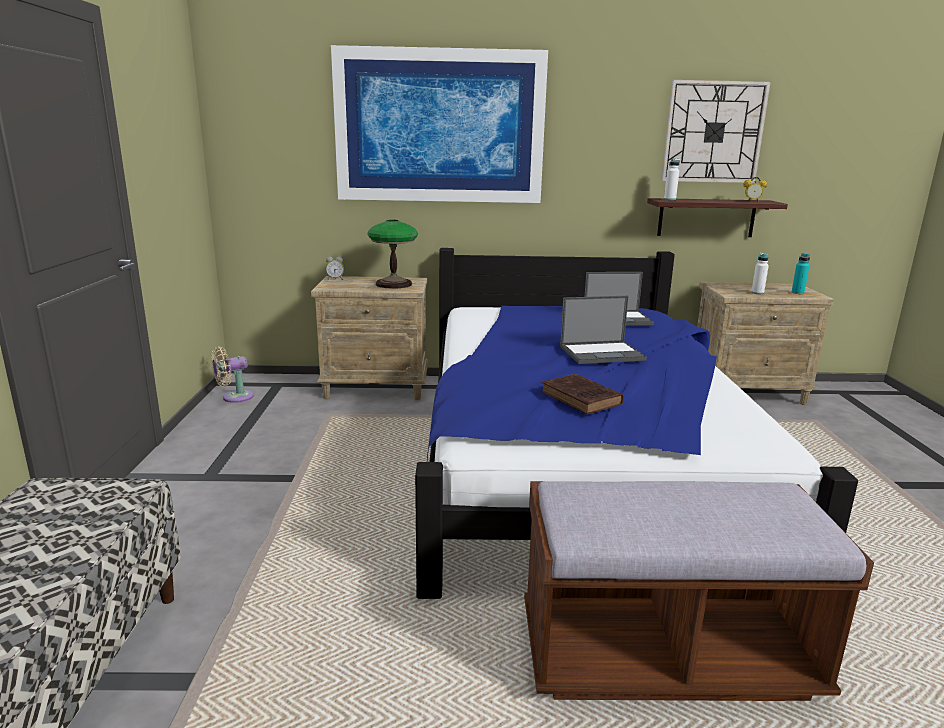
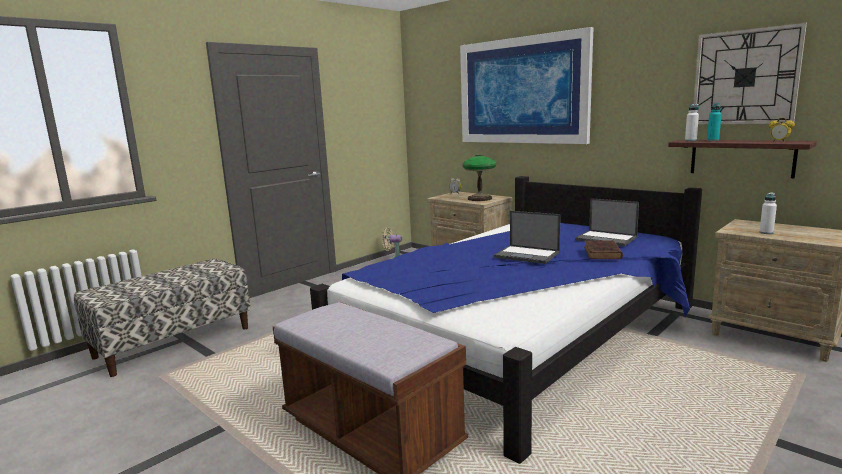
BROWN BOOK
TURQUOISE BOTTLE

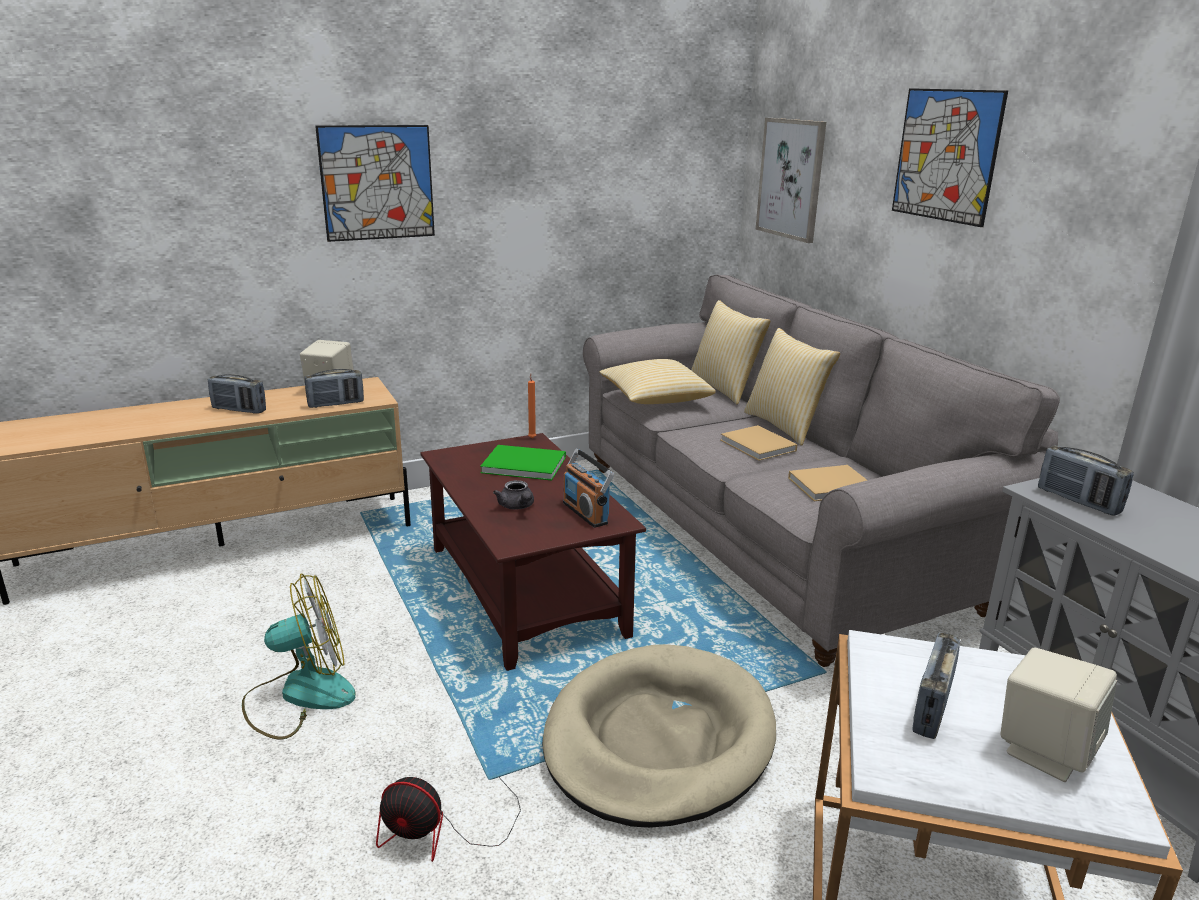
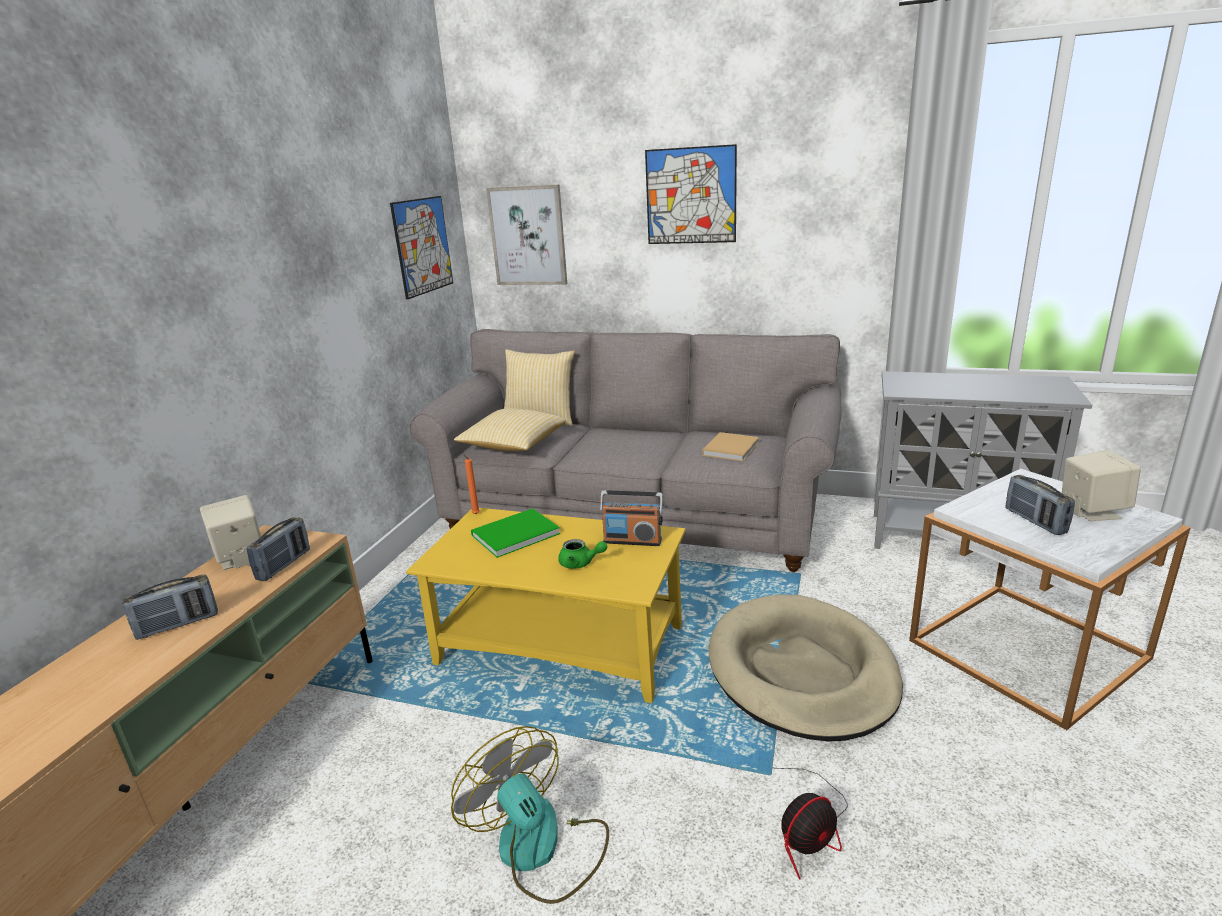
FAN (1st from left)
PICTURE (1st from left)
YELLOW COFFEE TABLE
GREEN TEAPOT
BEIGE BOOK (1st from left in the first image)
PILLOW (3rd from left in the first image)
RADIO (5th from left in the first image)

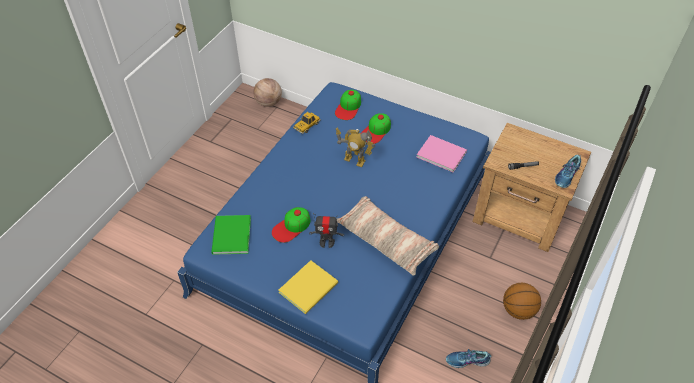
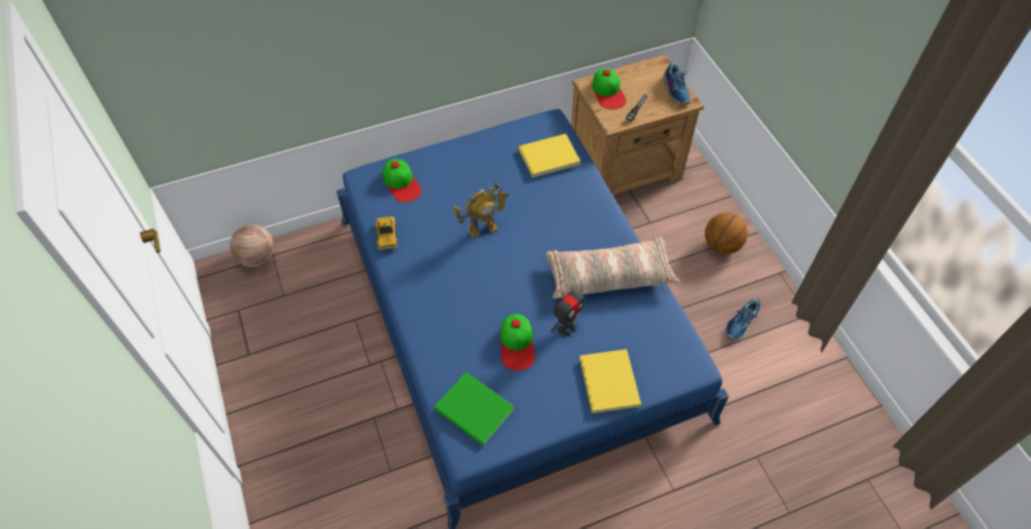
CAP (3rd from left)
YELLOW BOOK (1st from left)

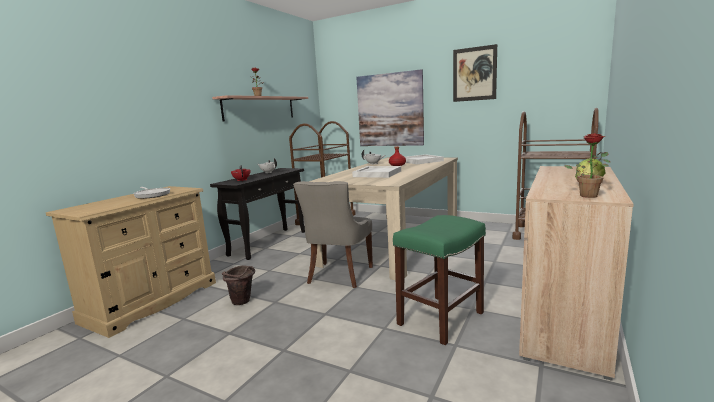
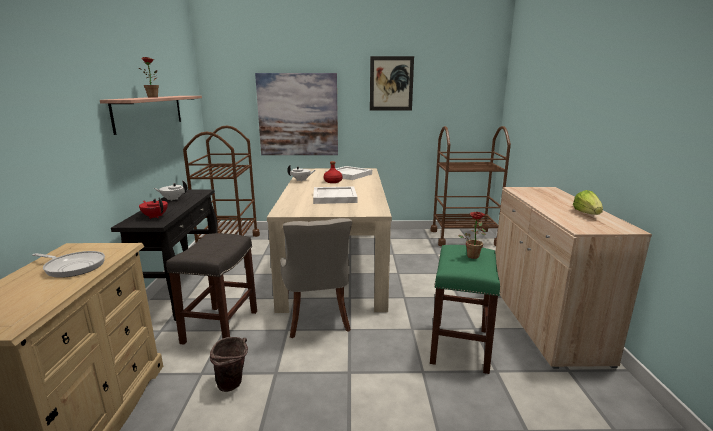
POTTED PLANT (2nd from left)
GREY STOOL

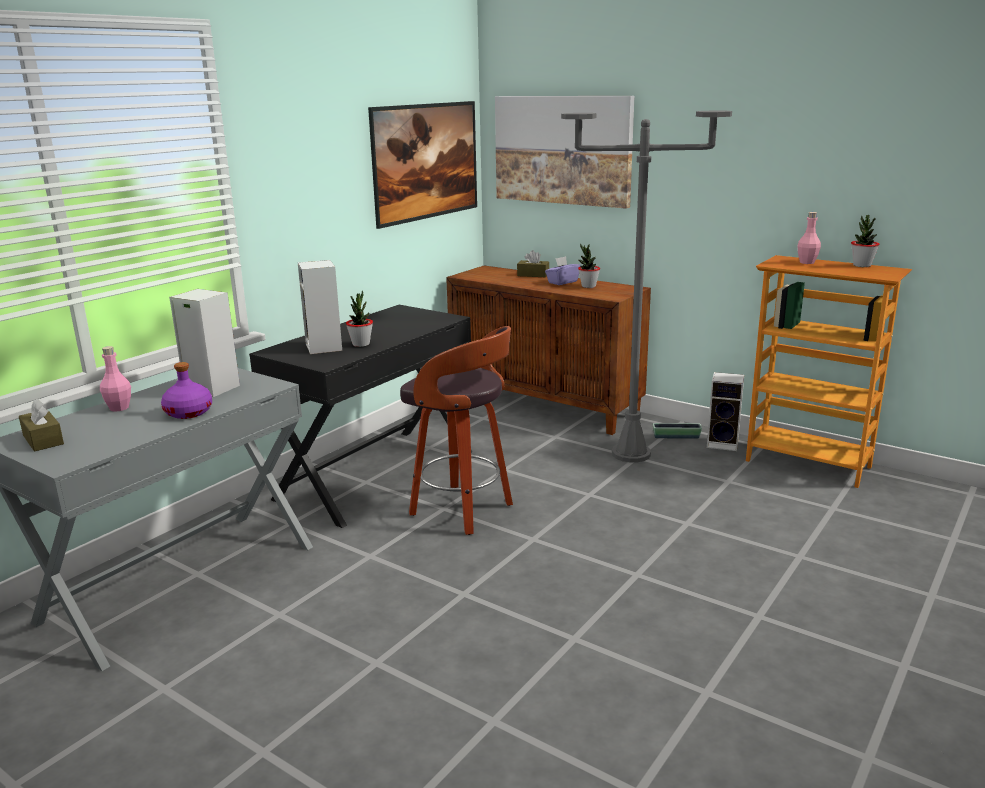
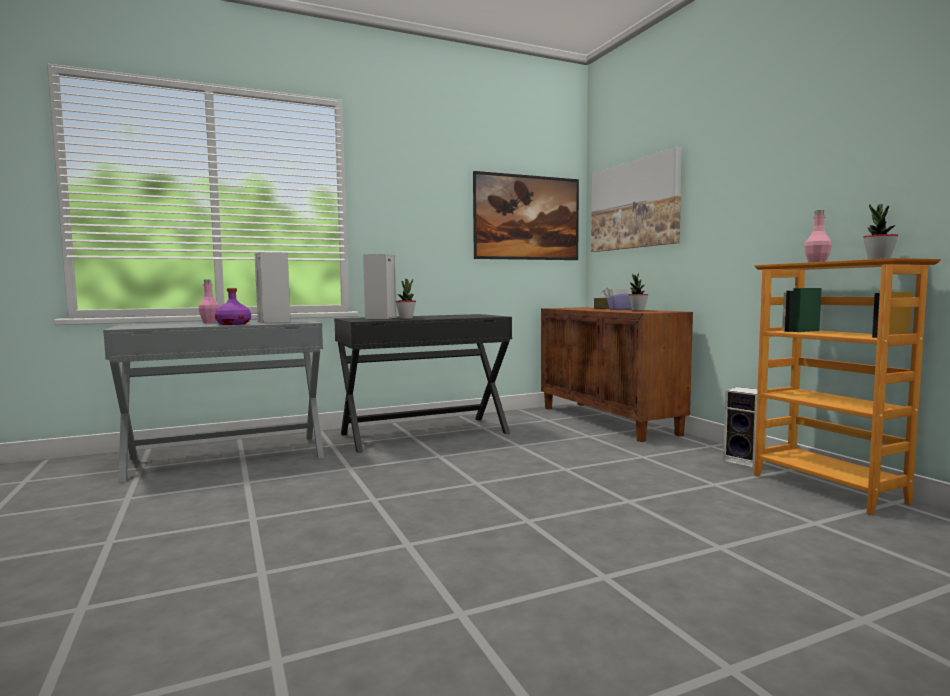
BROWN TISSUE BOX (1st from left in the first image)
STOOL
GREY FLOOR LAMP
PLANTER

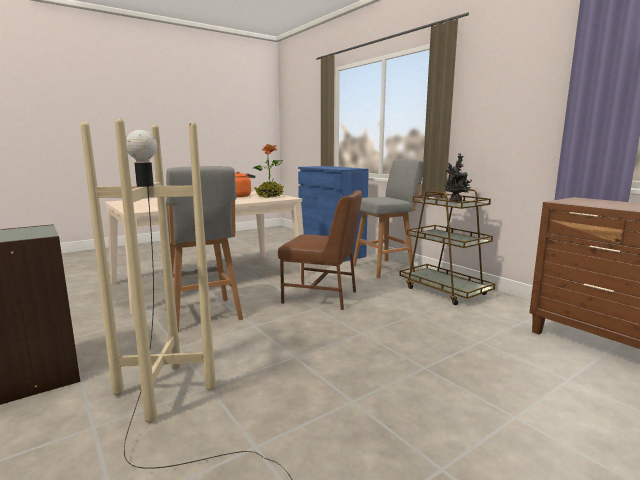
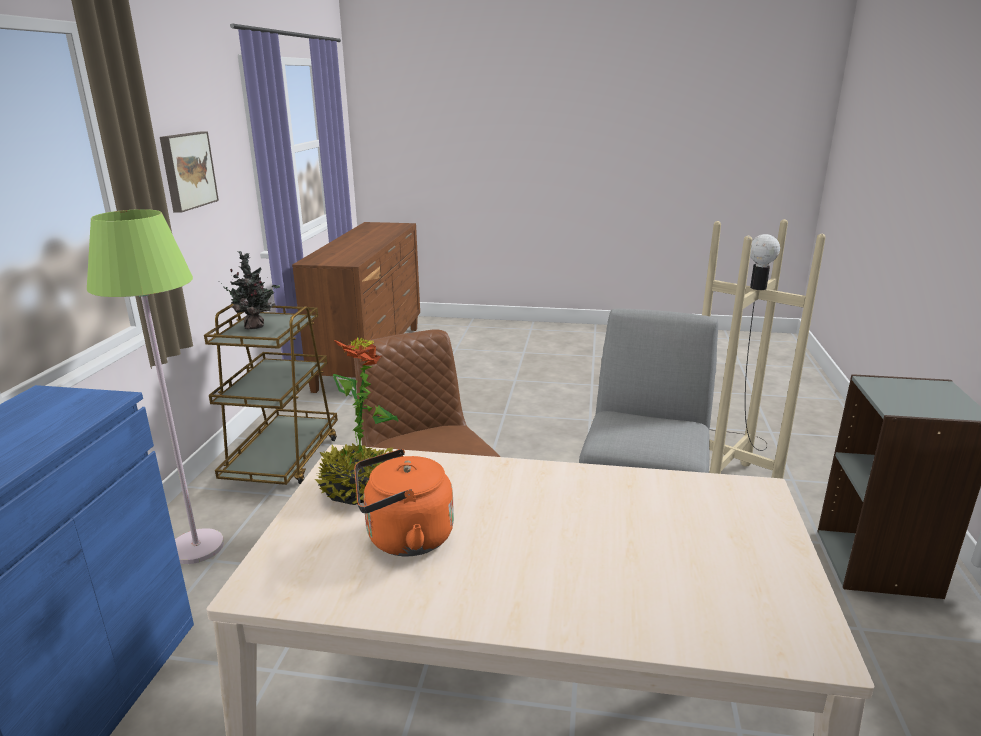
GREEN FLOOR LAMP
PICTURE

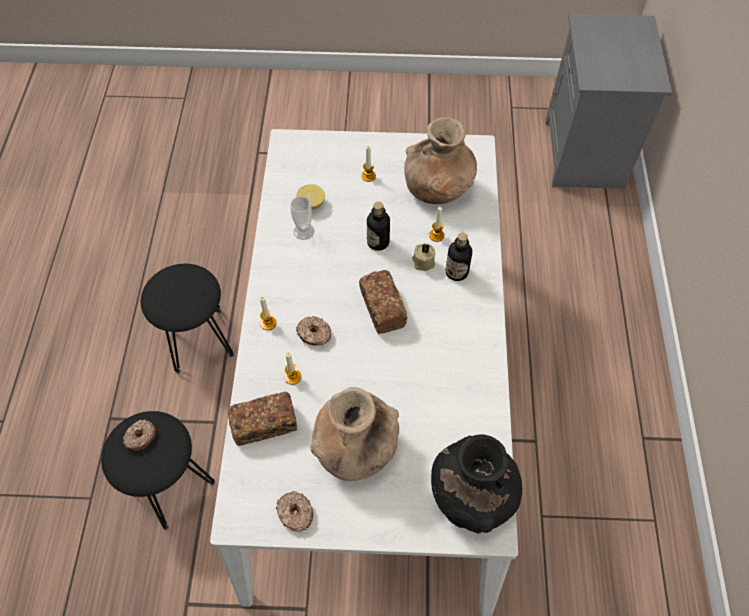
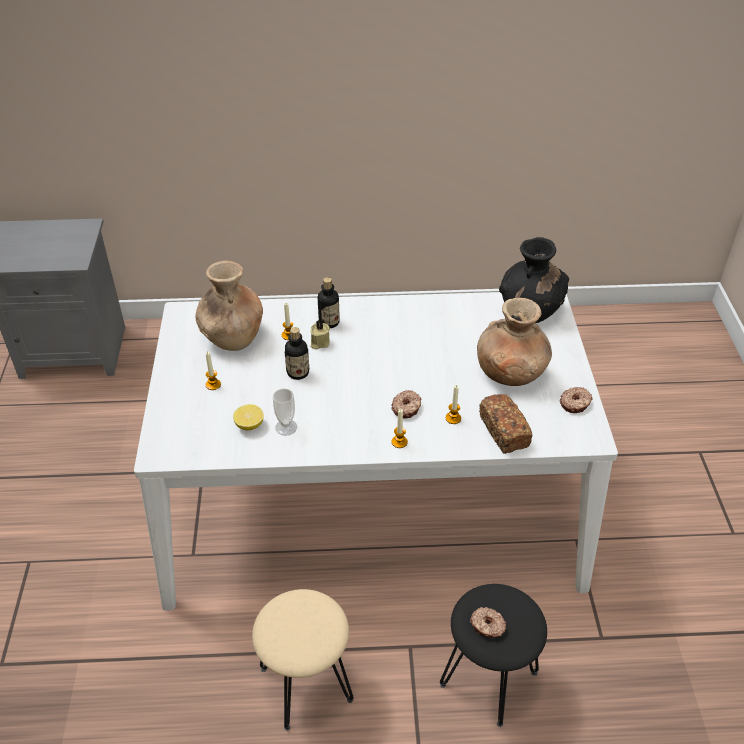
BEIGE STOOL
BREAD (2nd from left in the first image)

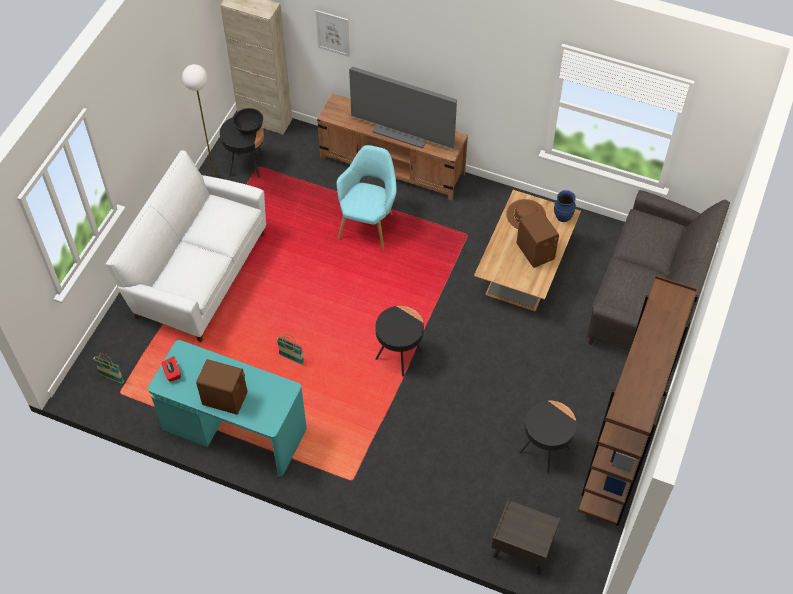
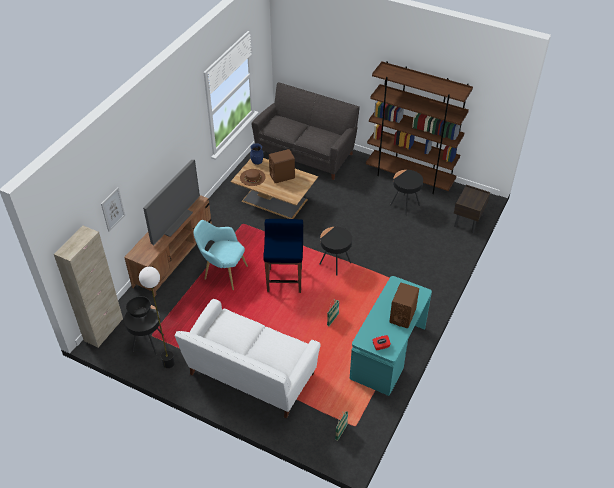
BLUE STOOL

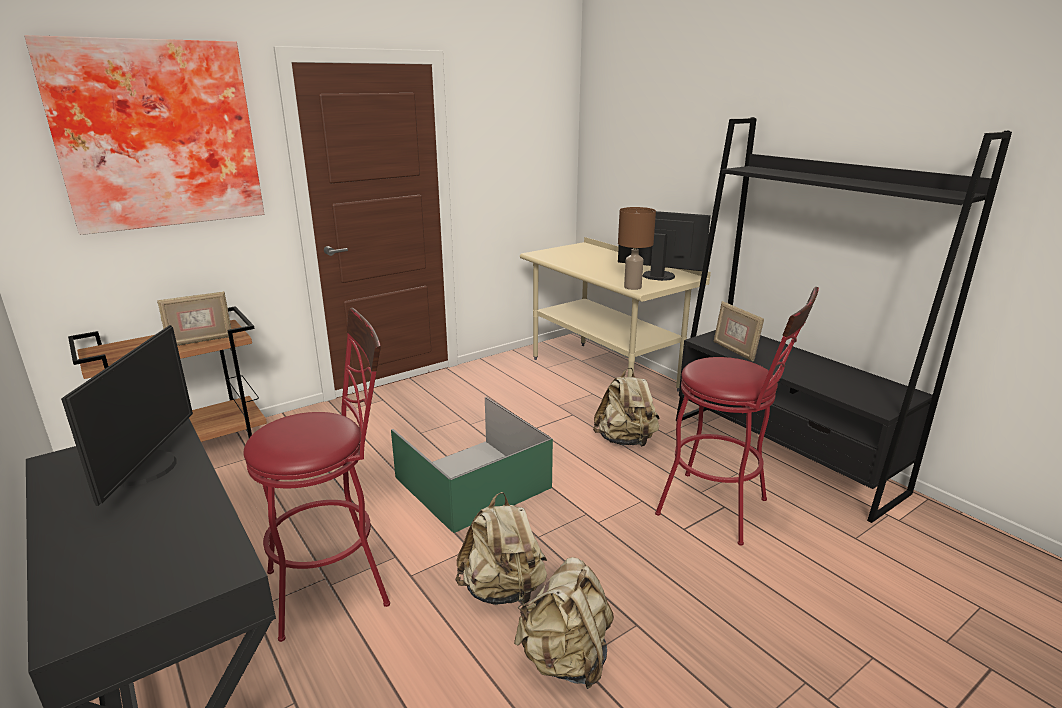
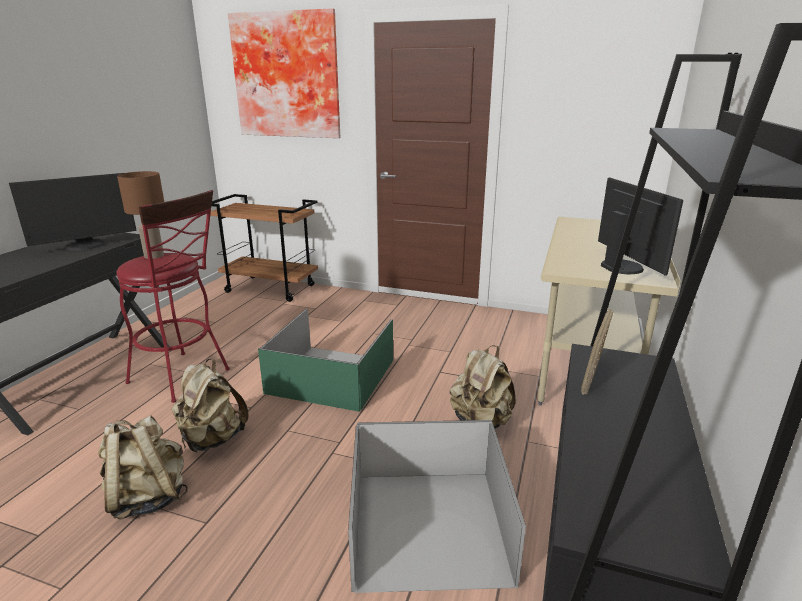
PICTURE FRAME (1st from left in the first image)
BROWN TABLE LAMP
BLACK STORAGE BOX

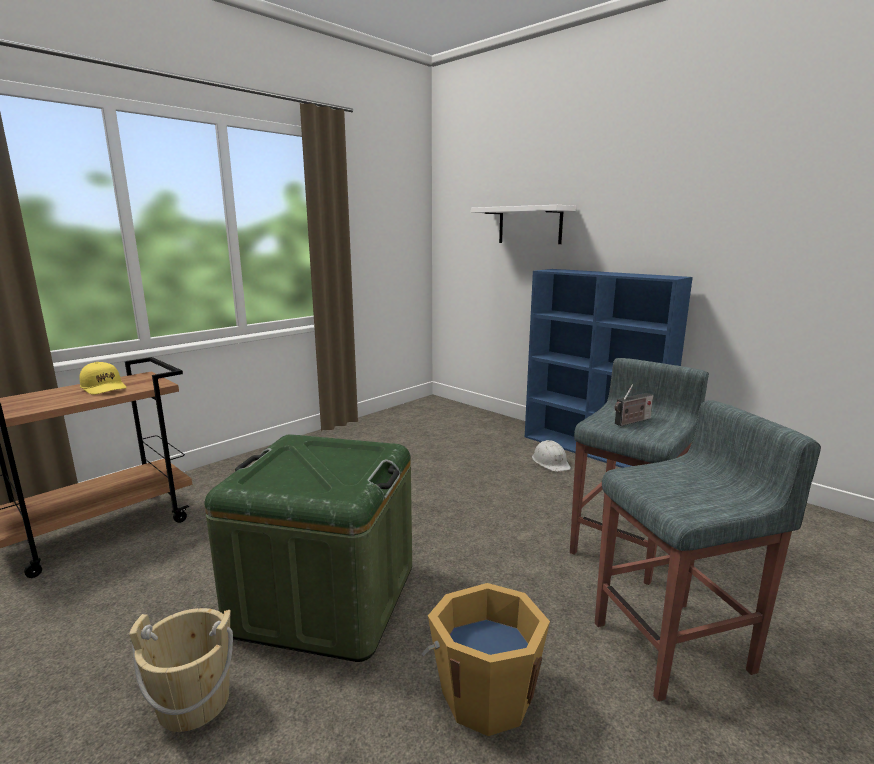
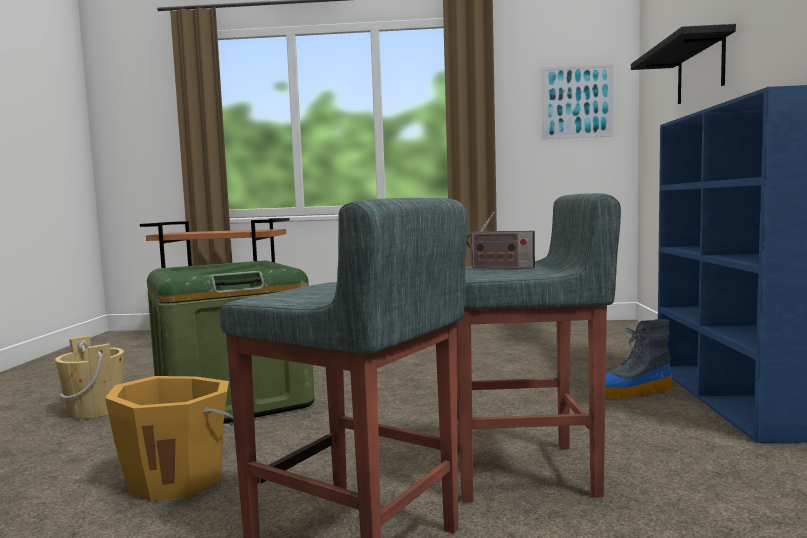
YELLOW CAP
BLACK SHELF
BOOT
PICTURE

